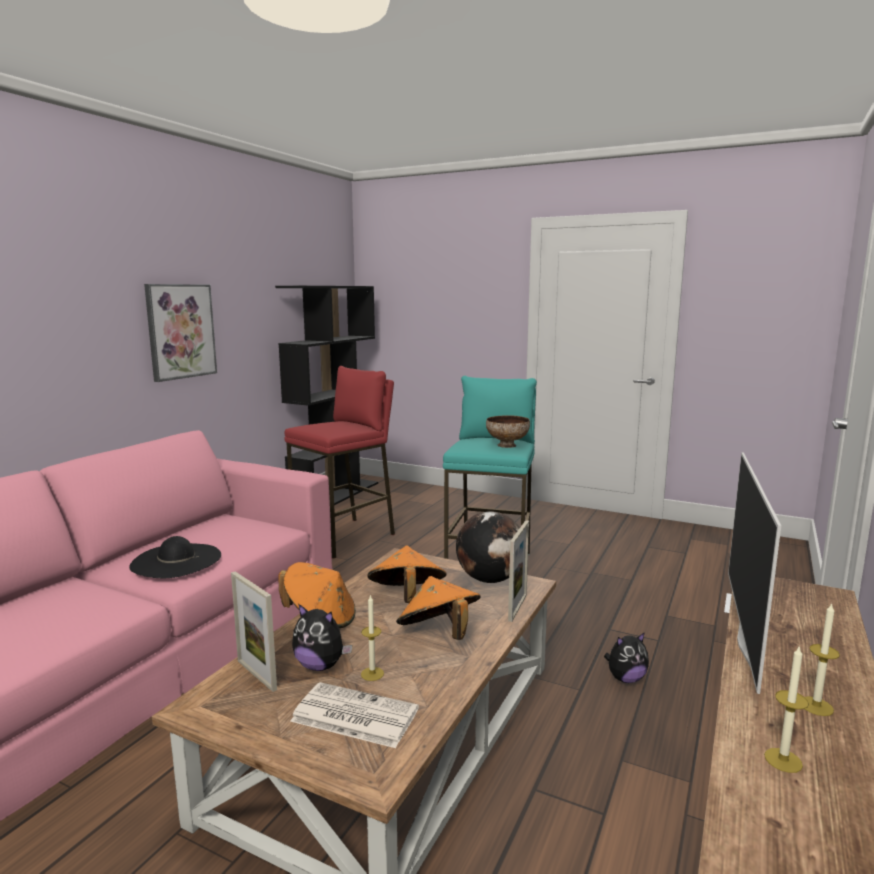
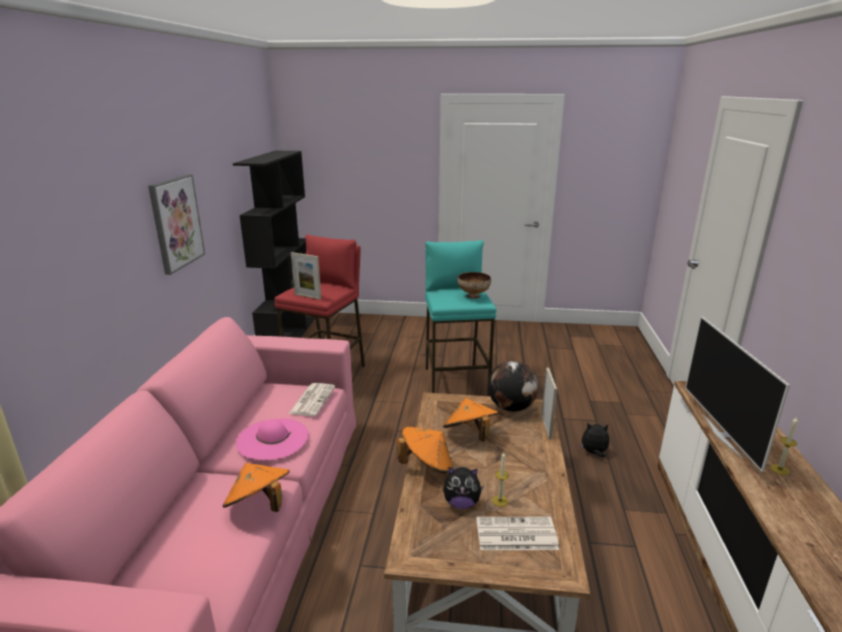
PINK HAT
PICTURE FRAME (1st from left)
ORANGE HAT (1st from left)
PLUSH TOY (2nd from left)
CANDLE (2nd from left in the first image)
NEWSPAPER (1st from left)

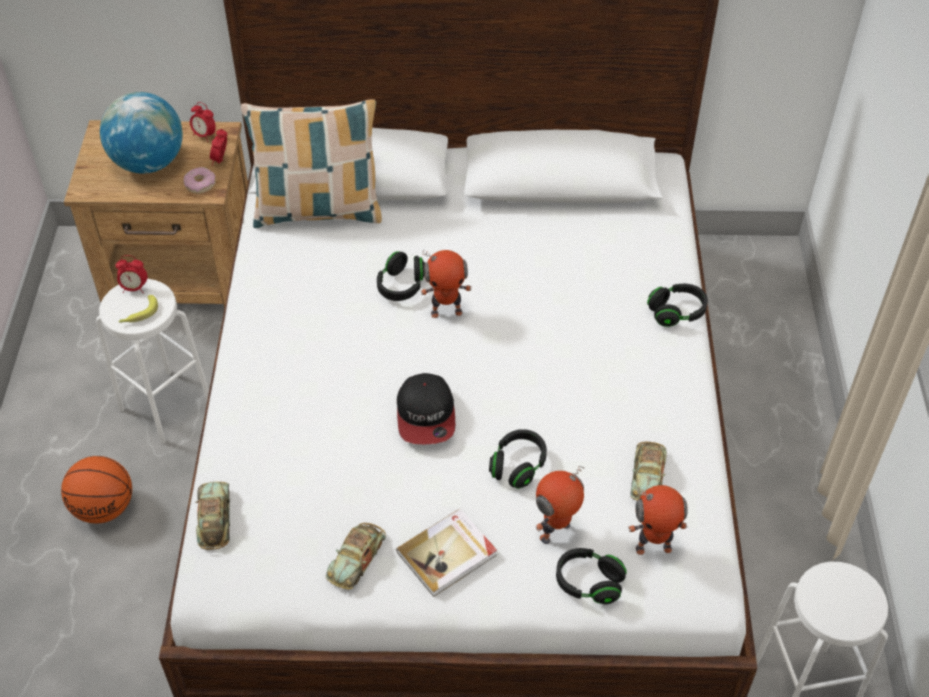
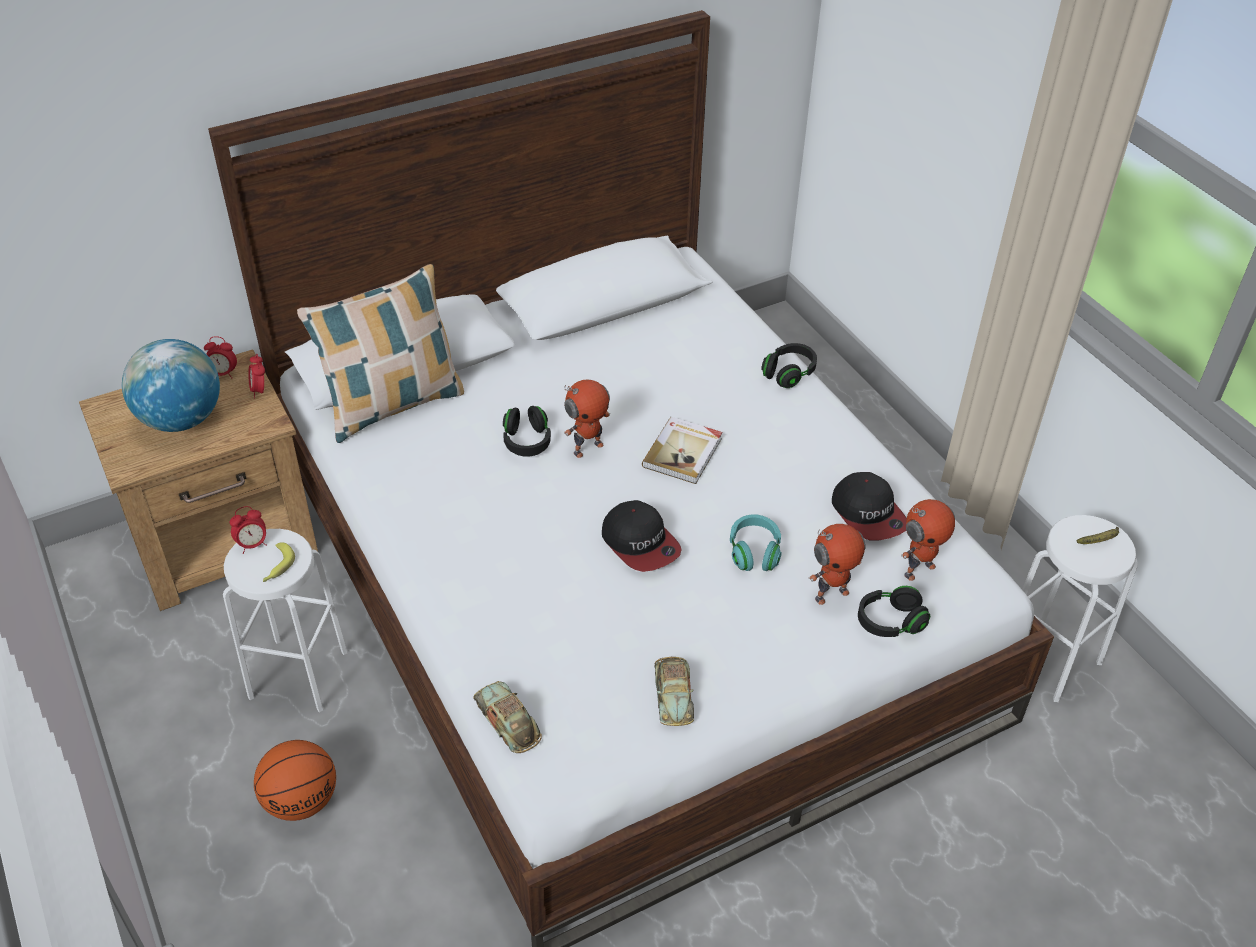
DONUT
BOOK
TURQUOISE HEADPHONES
TOY ROBOT (2nd from left)
CAP (2nd from left)
BANANA (2nd from left)

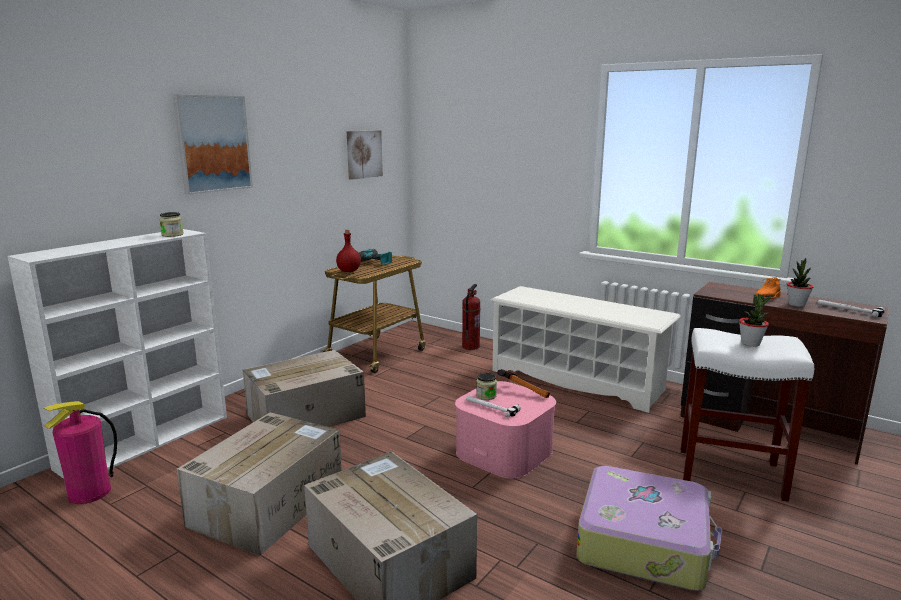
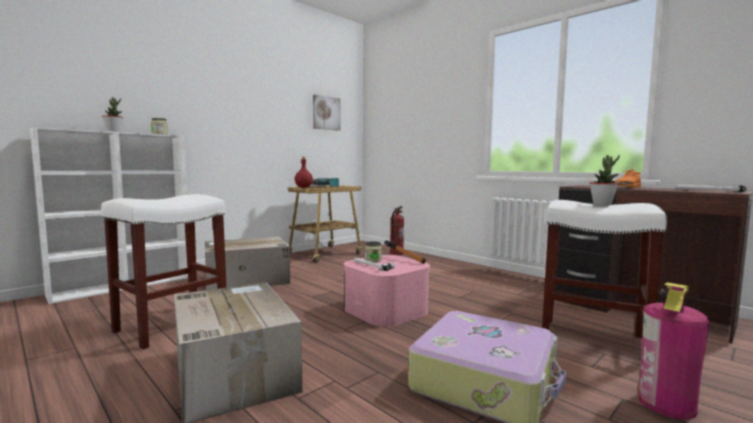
FIRE EXTINGUISHER (2nd from left)
PICTURE (1st from left in the first image)
WHITE STOOL (1st from left)
WHITE SHOE RACK
POTTED PLANT (1st from left)

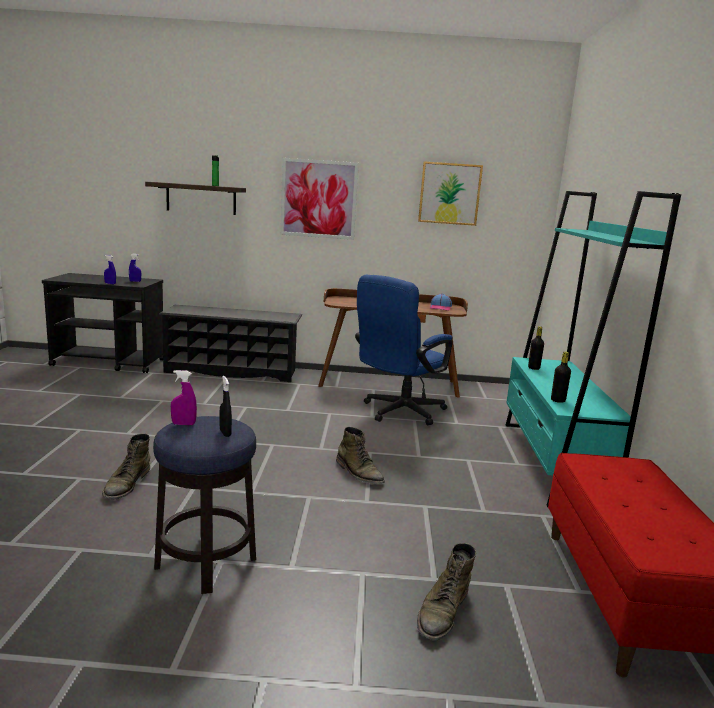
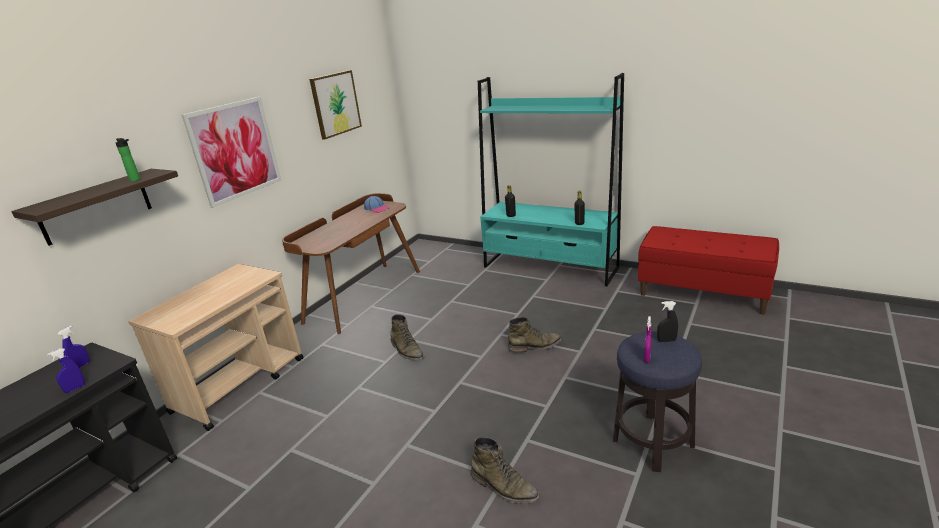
BEIGE CART
BLUE OFFICE CHAIR
GREEN BOOT (1st from left)

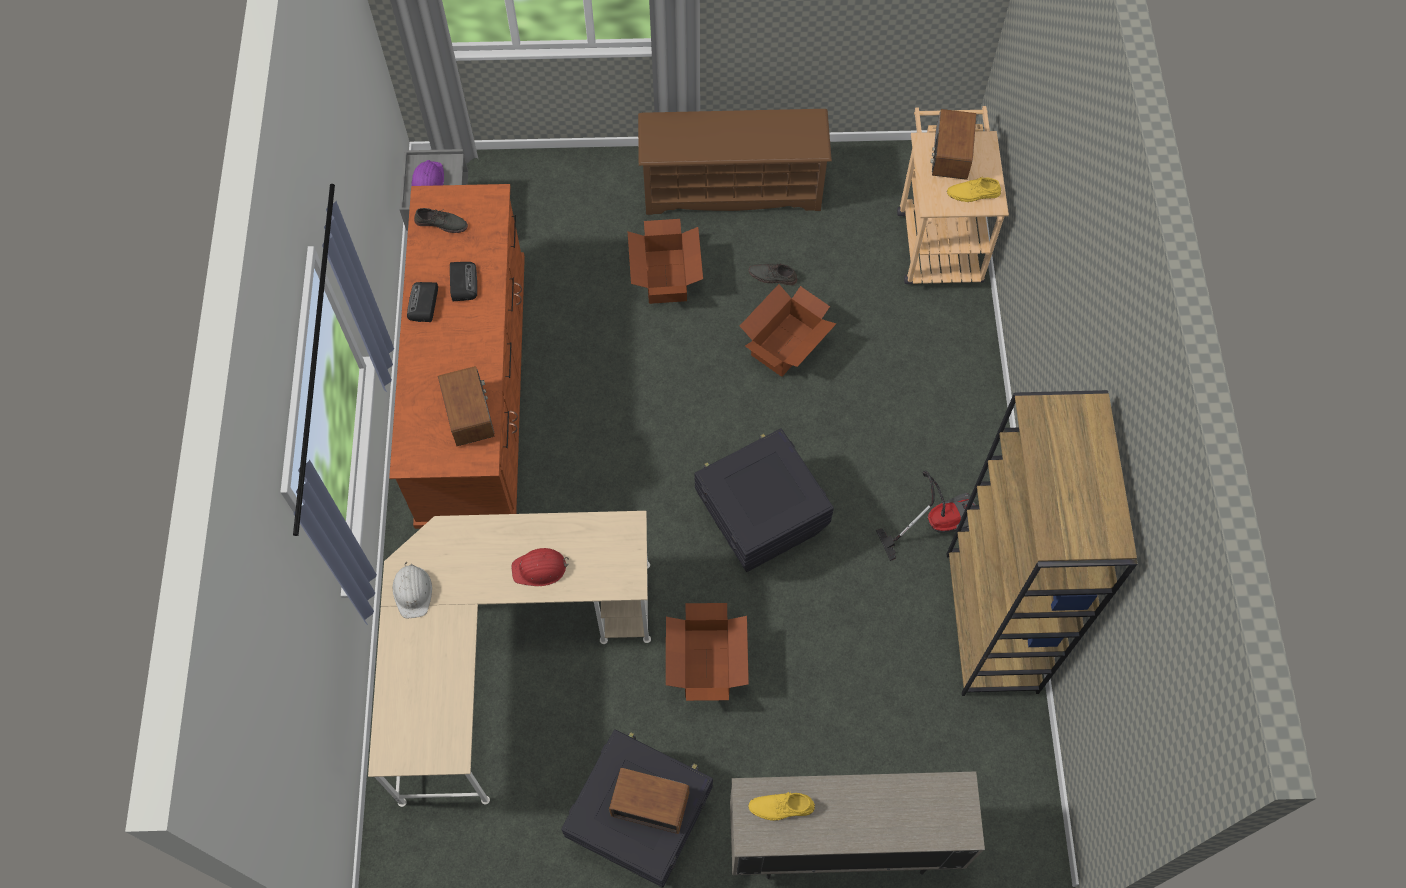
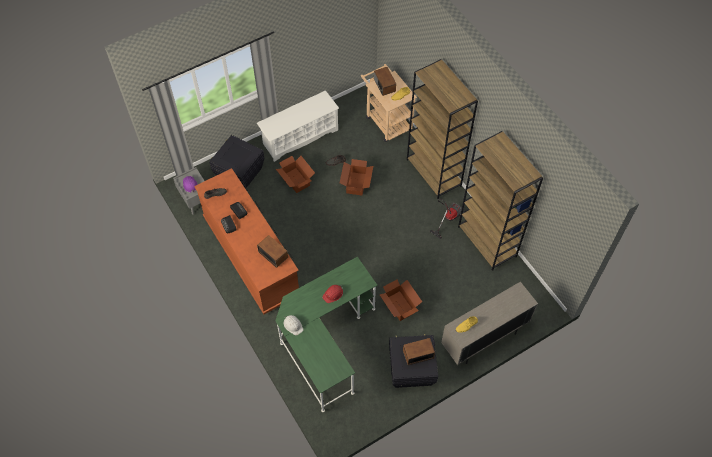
GREEN DESK
WHITE SHOE RACK
BLACK STORAGE BOX (1st from left)
BROWN BOOKCASE (1st from left)

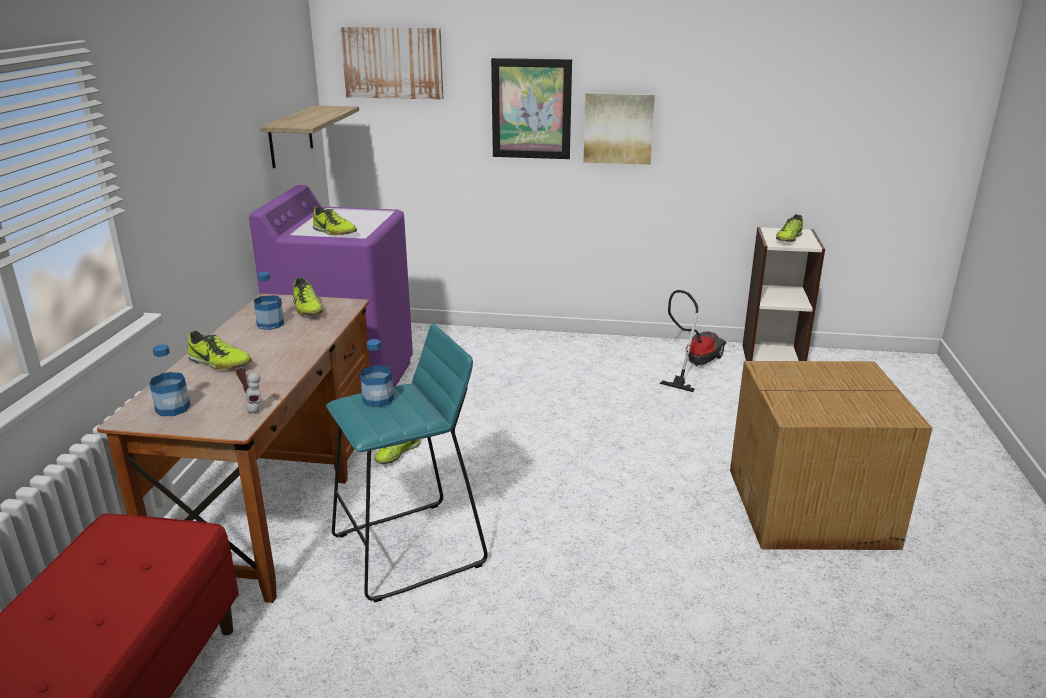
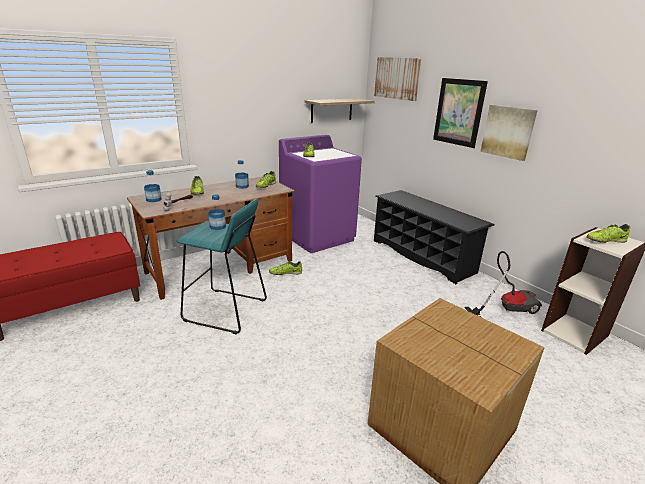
BLACK SHOE RACK

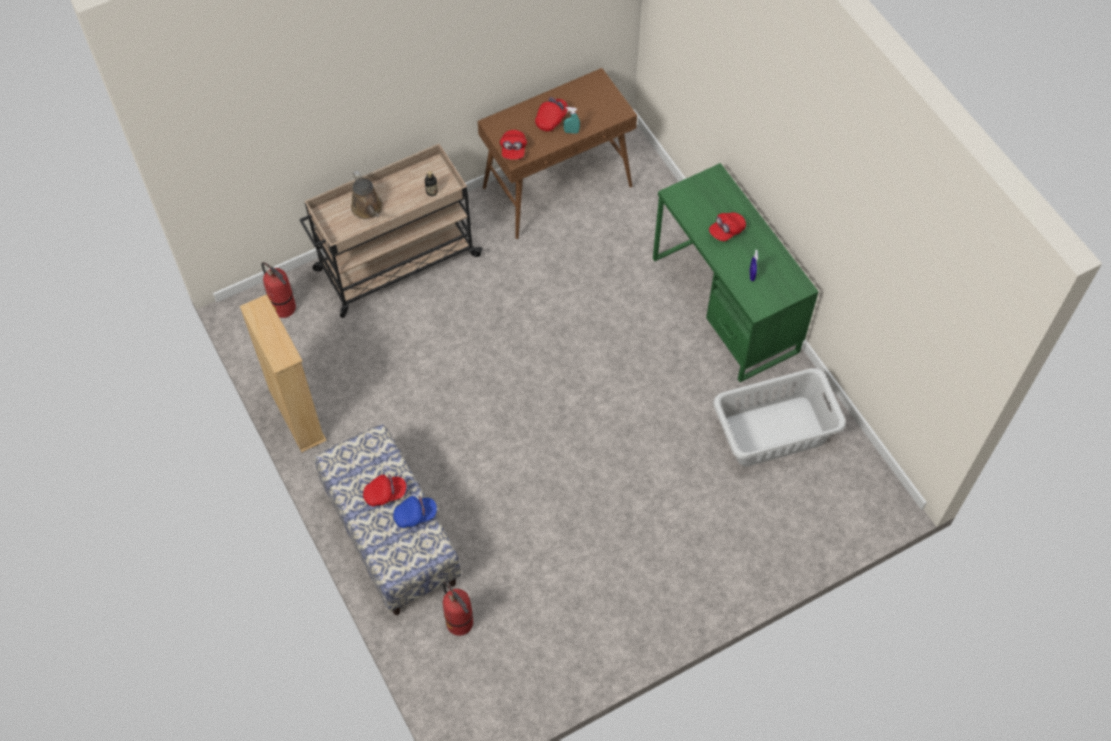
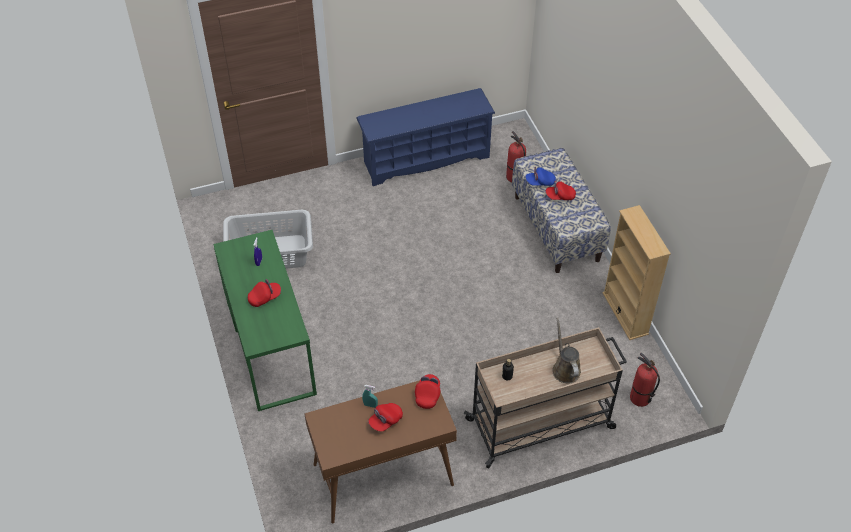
BLUE SHOE RACK

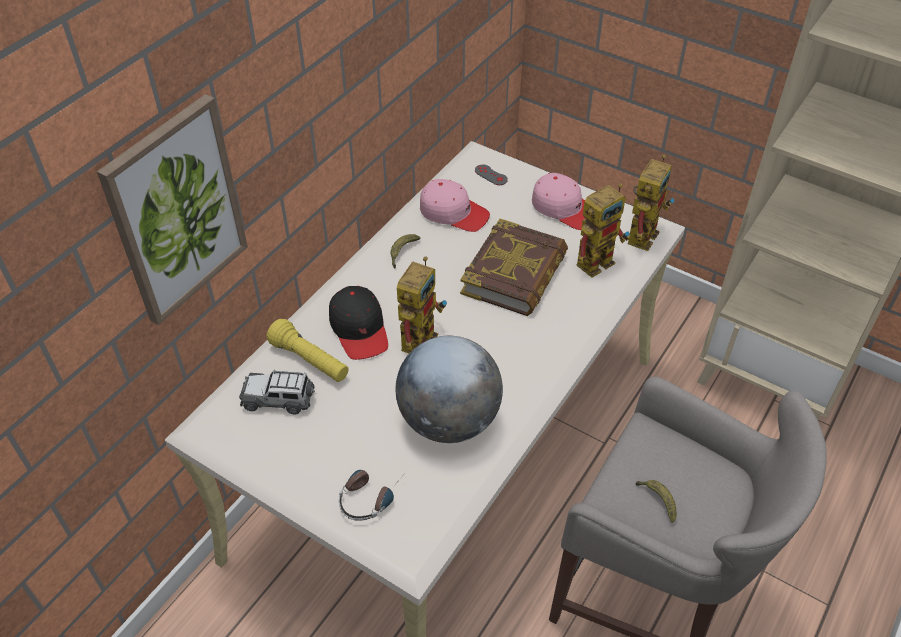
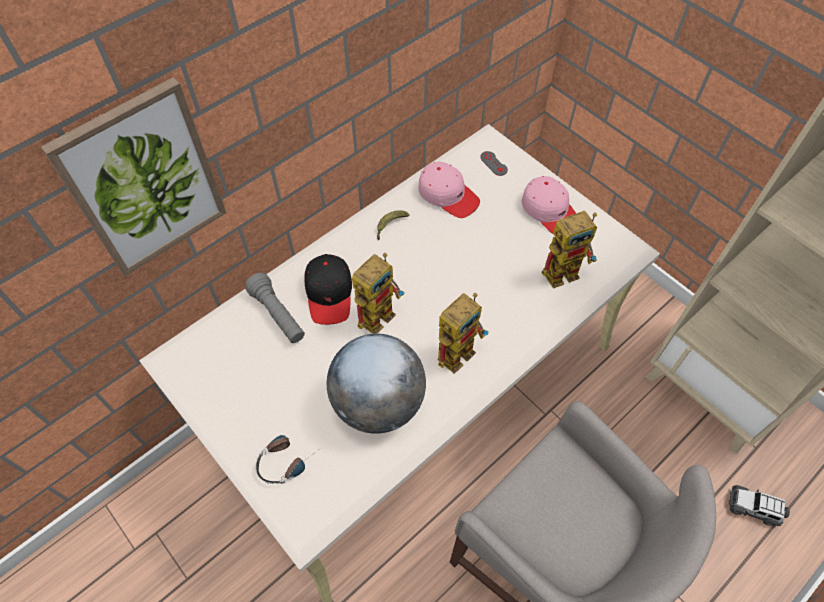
TOY CAR
GREY FLASHLIGHT
BOOK
TOY ROBOT (2nd from left)
BANANA (2nd from left in the first image)

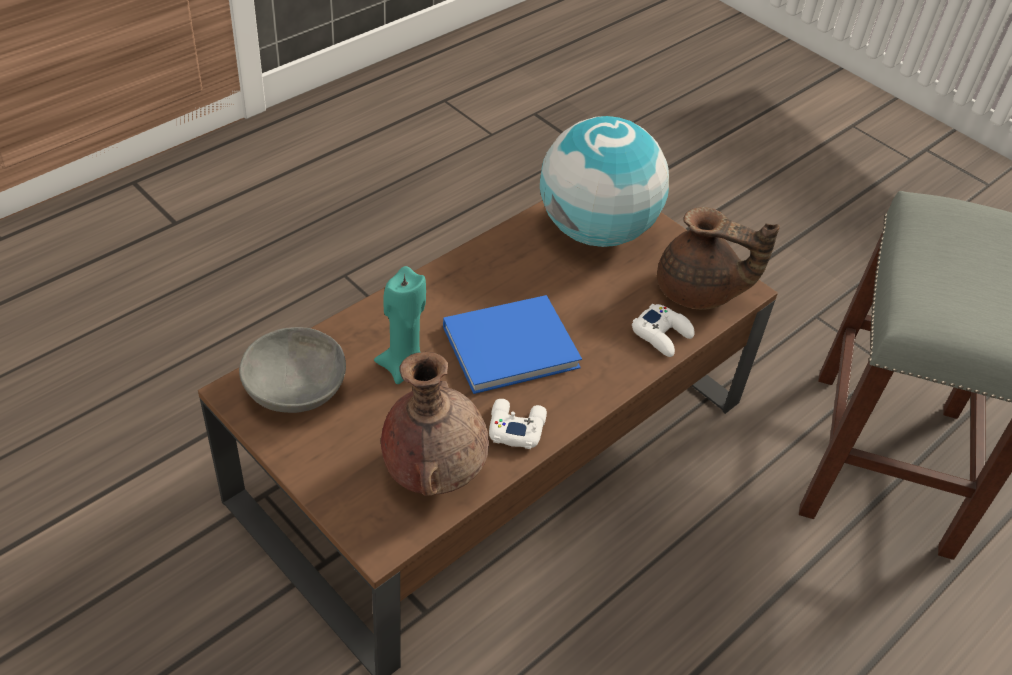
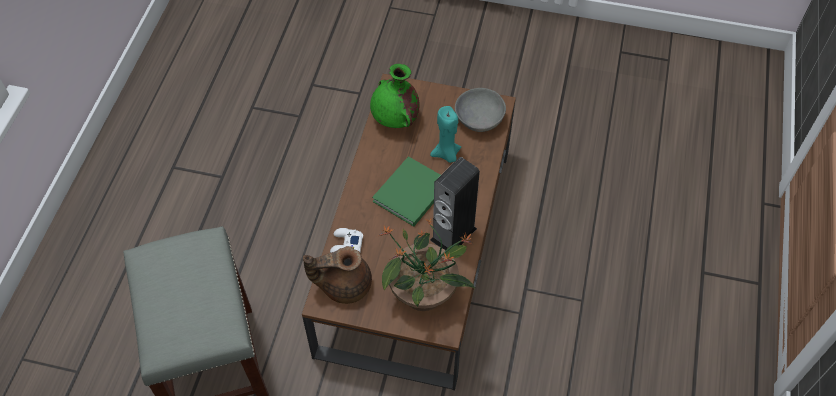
GREEN VASE
GREEN BOOK
WHITE GAME CONTROLLER (1st from left in the first image)
POTTED PLANT
SPEAKER

